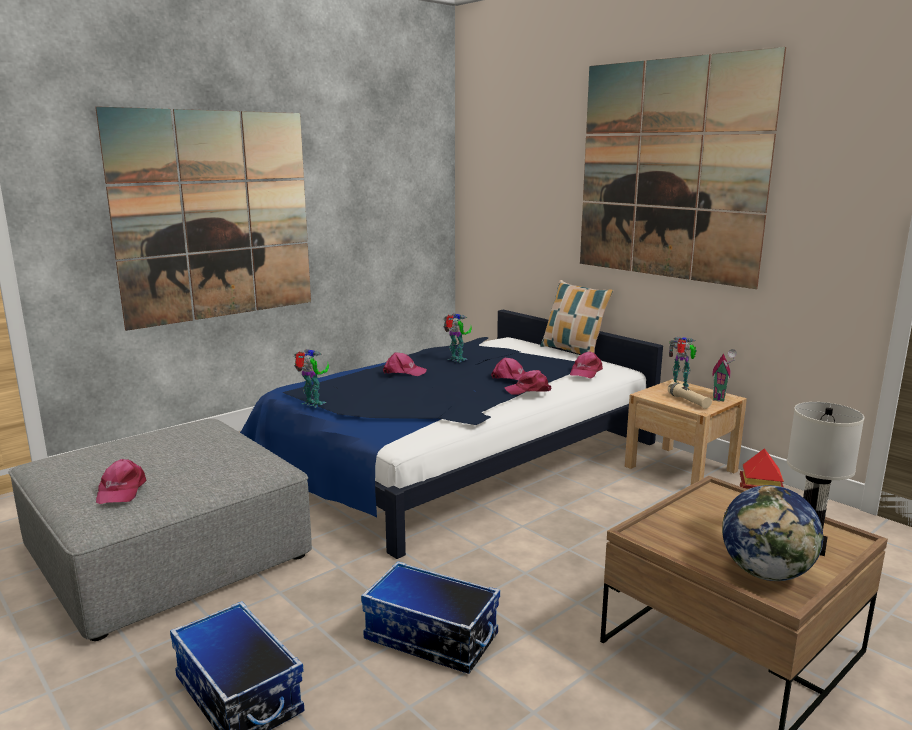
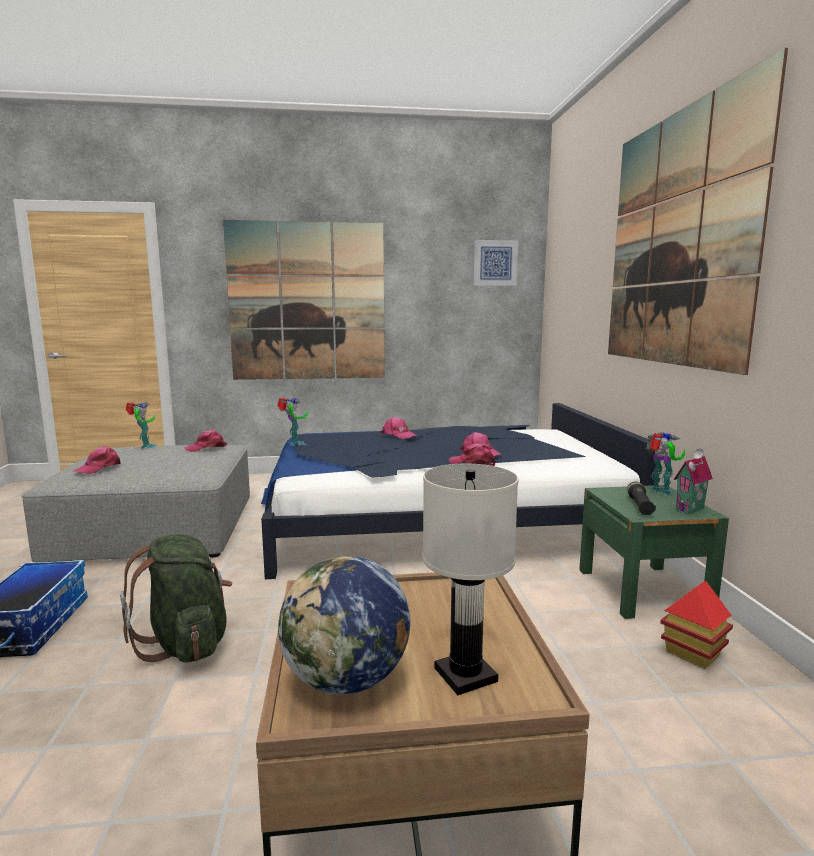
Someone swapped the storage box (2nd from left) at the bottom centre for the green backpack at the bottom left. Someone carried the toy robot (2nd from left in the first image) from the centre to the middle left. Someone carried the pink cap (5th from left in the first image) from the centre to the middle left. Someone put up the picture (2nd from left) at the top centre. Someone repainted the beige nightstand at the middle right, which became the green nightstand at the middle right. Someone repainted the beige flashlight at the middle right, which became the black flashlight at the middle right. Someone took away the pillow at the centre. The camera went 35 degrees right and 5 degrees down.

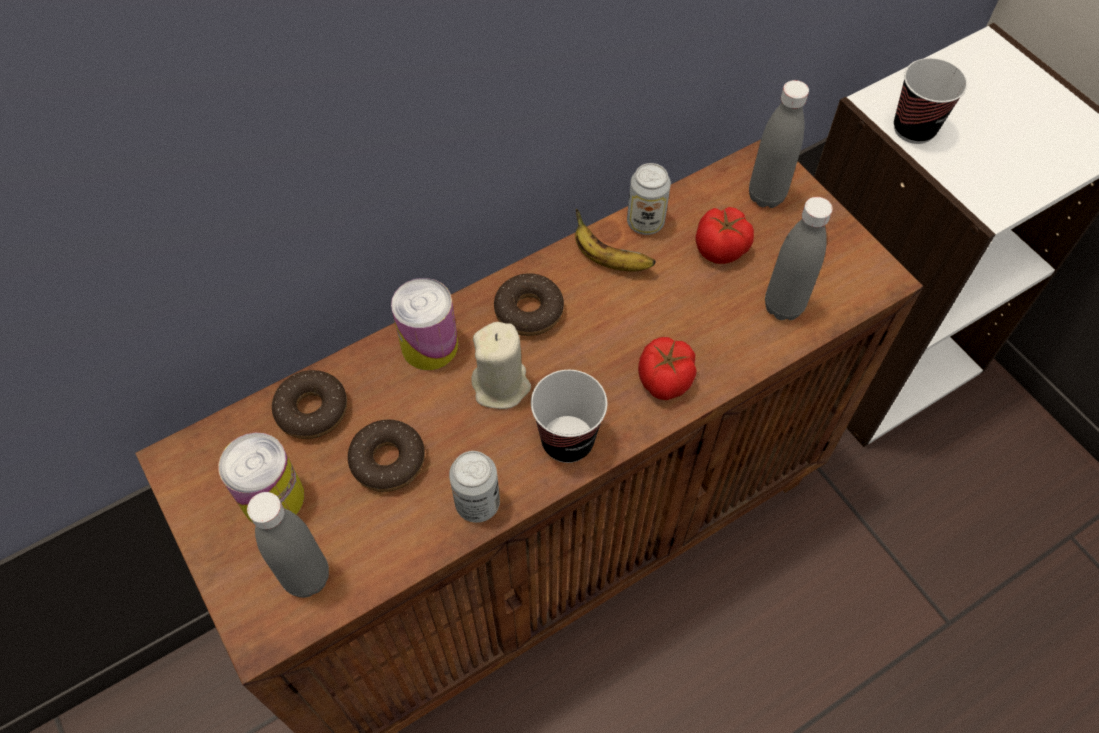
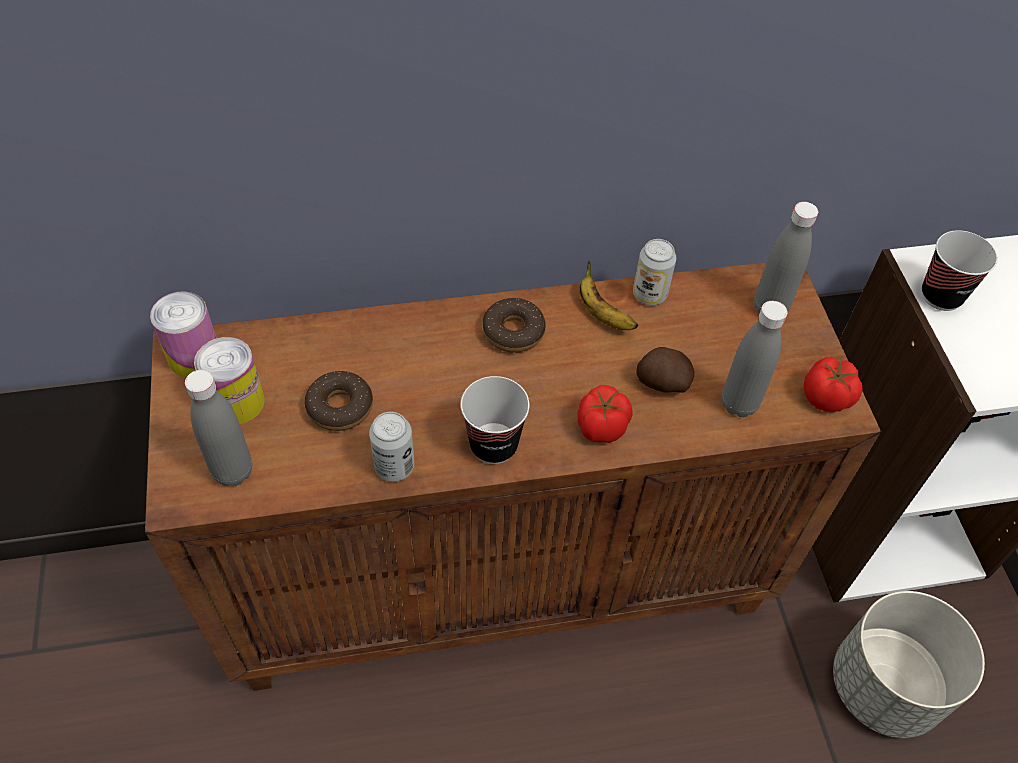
Someone carried the can (2nd from left in the first image) from the centre to the middle left. Someone put down the potato at the centre. Someone carried the tomato (2nd from left) from the top centre to the middle right. Someone put down the grey planter at the bottom right. Someone took away the donut (1st from left) at the middle left. Someone took away the beige candle at the centre. The camera went 20 degrees right and 5 degrees down.

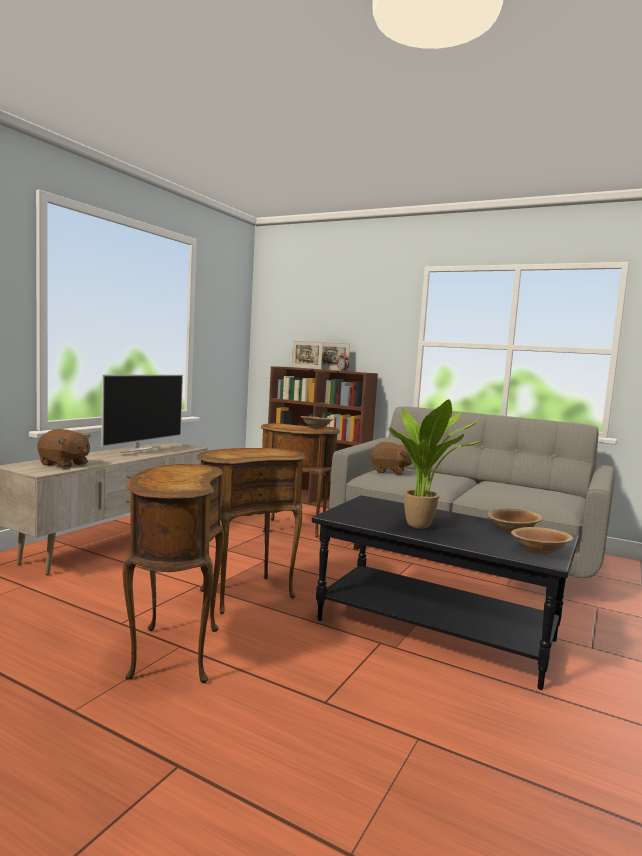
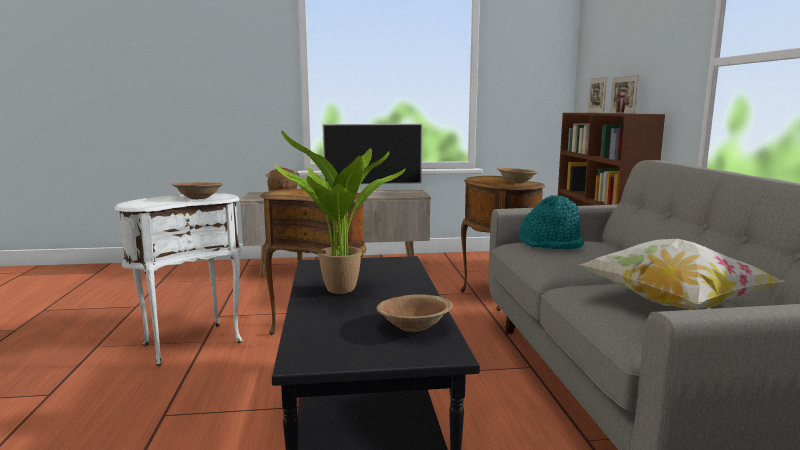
Someone repainted the brown side table (1st from left) at the bottom left, which became the white side table at the middle left. Someone carried the brown bowl (3rd from left in the first image) from the middle right to the middle left. Someone swapped the brown plush toy (2nd from left) at the centre for the turquoise hat at the middle right. Someone put down the pillow at the middle right. The camera went 55 degrees right and 5 degrees up.

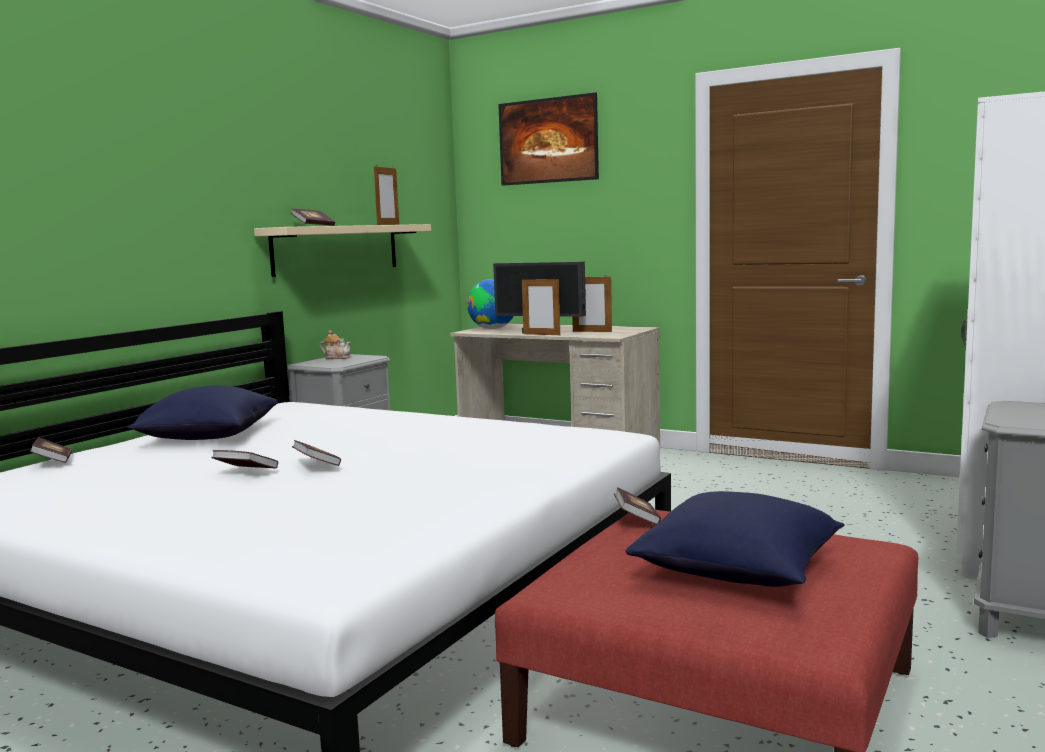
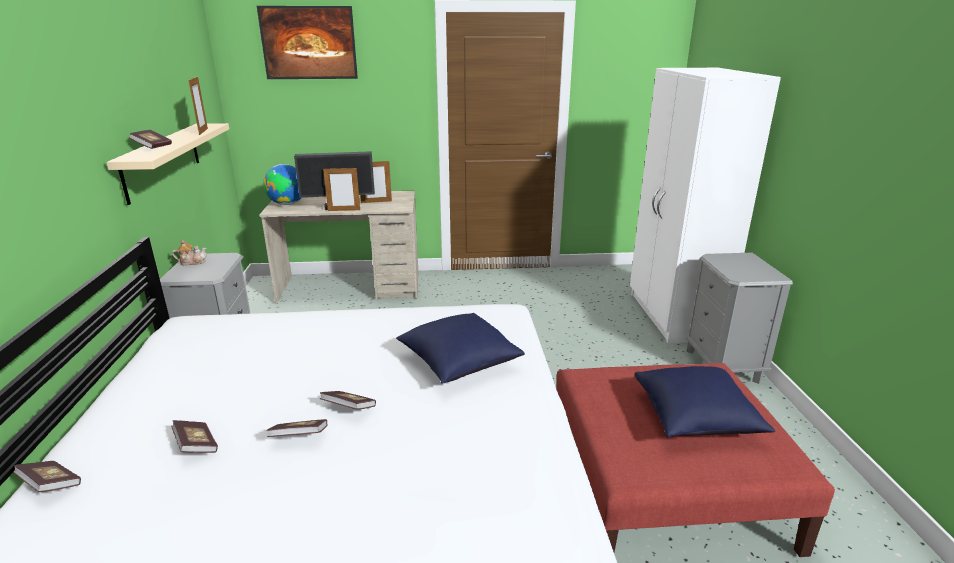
Someone carried the book (5th from left in the first image) from the bottom centre to the bottom left. Someone carried the blue pillow (1st from left) from the middle left to the centre. The camera went 35 degrees left and 15 degrees up.

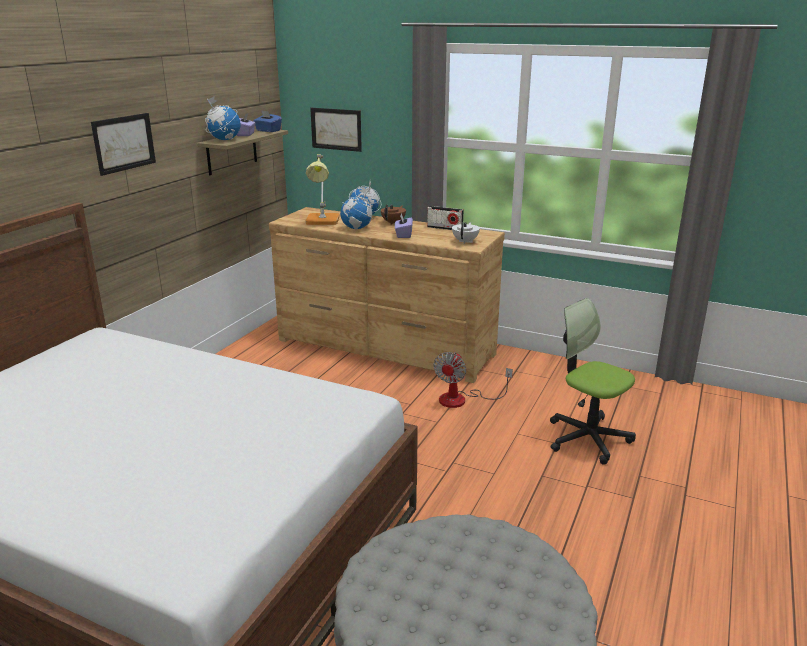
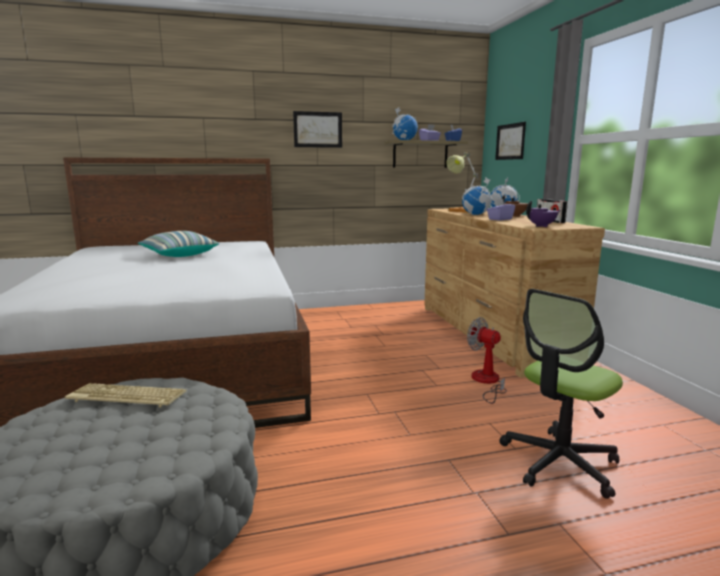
Someone put down the keyboard at the bottom left. Someone put down the pillow at the middle left. Someone rotated the fan at the centre by 60 degrees clockwise. Someone rotated the office chair at the middle right by 135 degrees counterclockwise. Someone repainted the white teapot at the centre, which became the purple teapot at the middle right. The camera went 50 degrees right and 10 degrees down.

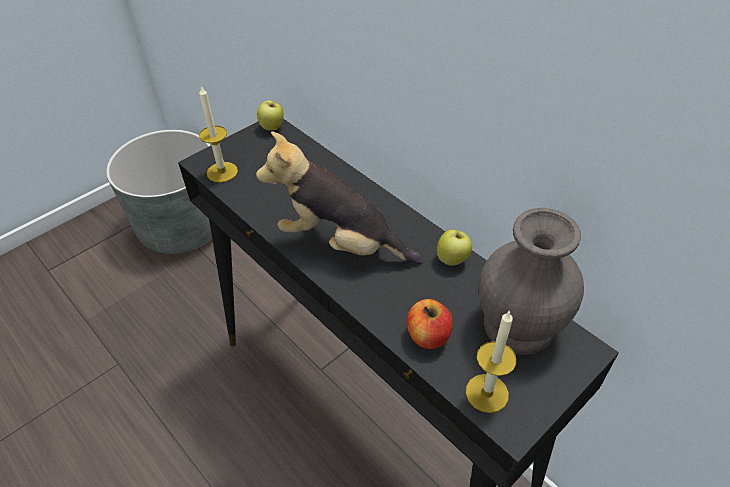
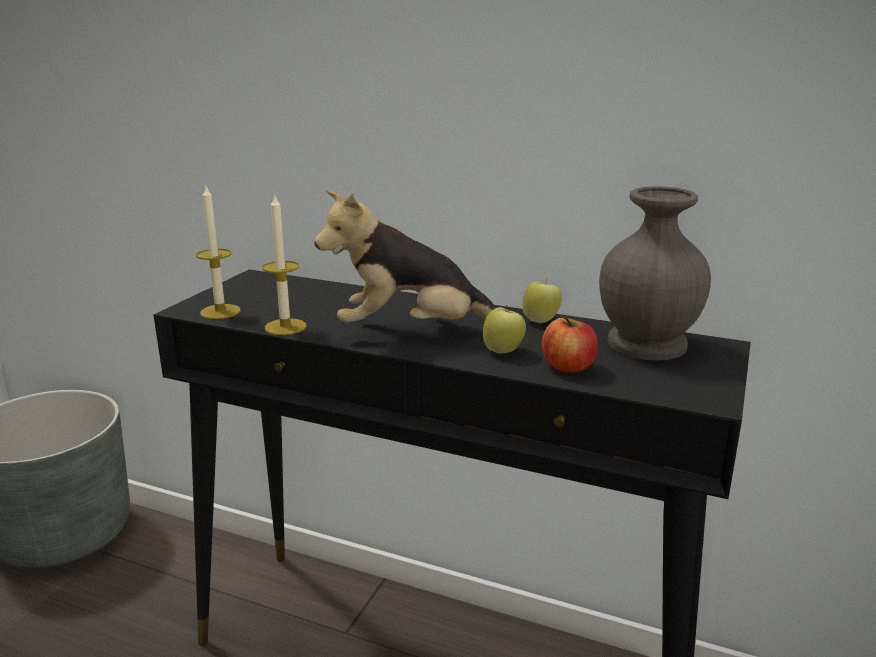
Someone carried the candle (2nd from left) from the bottom right to the middle left. Someone carried the apple (1st from left) from the top centre to the centre. The camera went 25 degrees left and 25 degrees down.

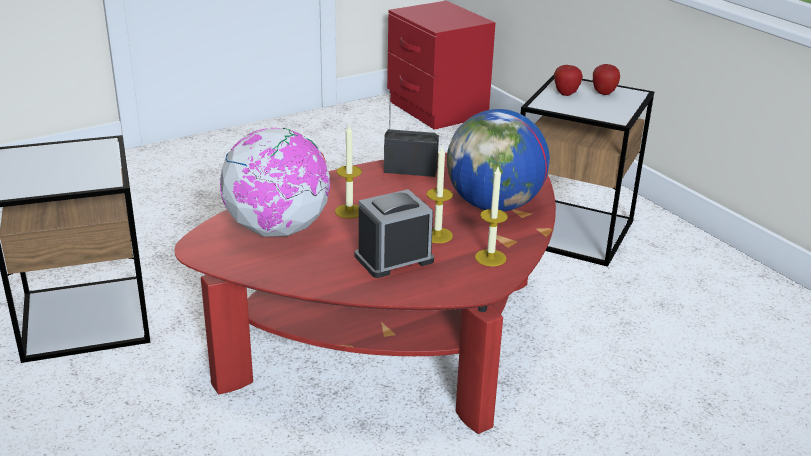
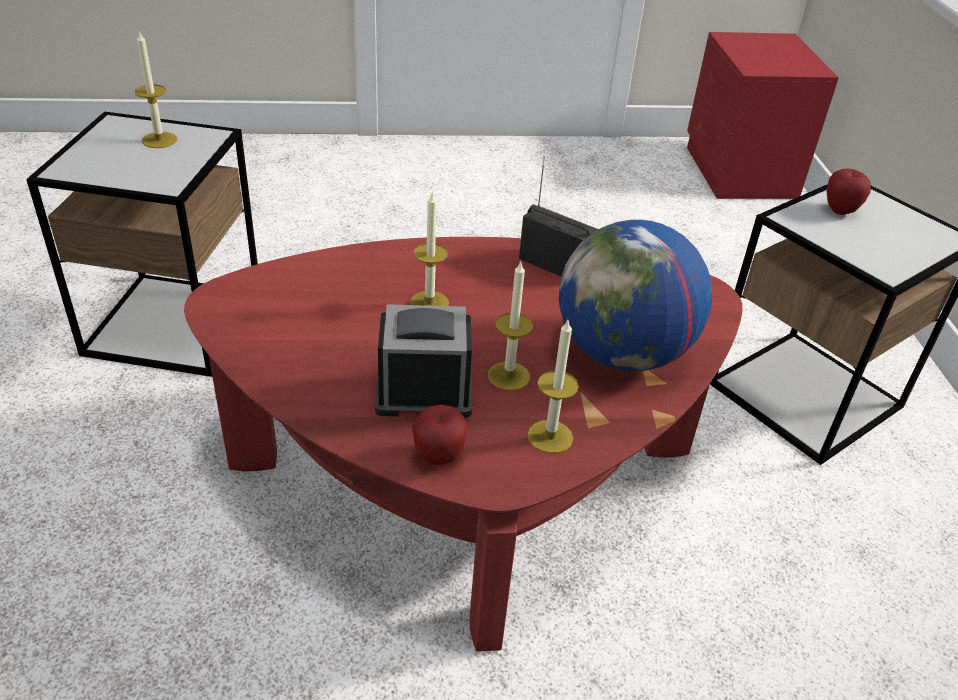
Someone put down the candle (1st from left) at the top left. Someone carried the apple (2nd from left in the first image) from the top right to the centre. Someone took away the globe (1st from left) at the centre. The camera went 25 degrees right and 10 degrees up.

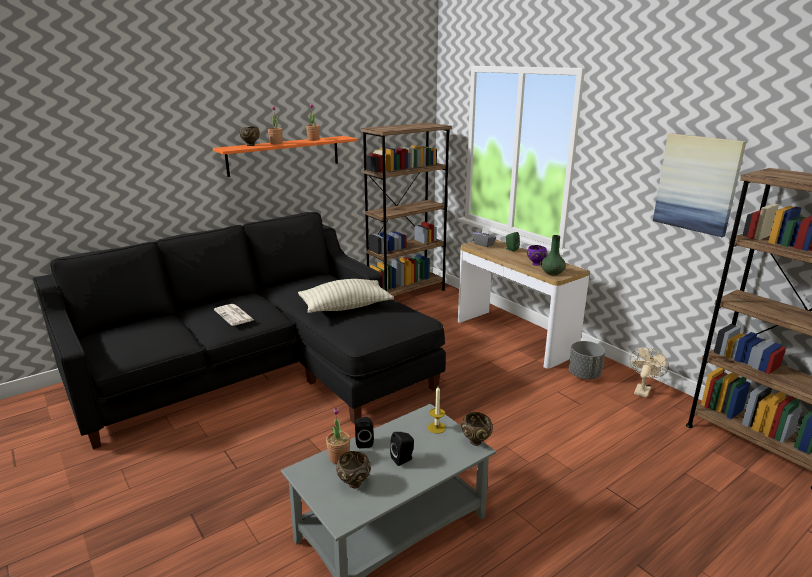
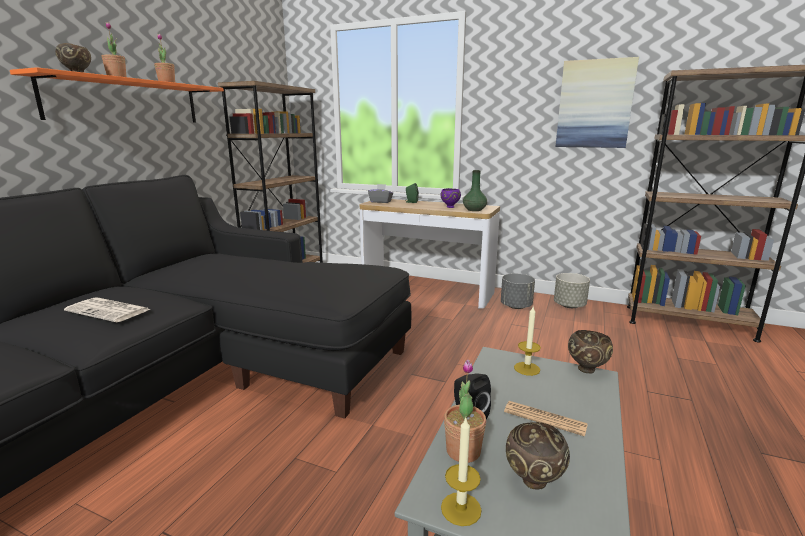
Someone put down the candle (1st from left) at the bottom centre. Someone swapped the black speaker (2nd from left) at the bottom centre for the newspaper (2nd from left) at the bottom right. Someone swapped the beige fan at the middle right for the grey planter (2nd from left) at the middle right. Someone took away the pillow at the centre. The camera went 30 degrees left and 5 degrees down.

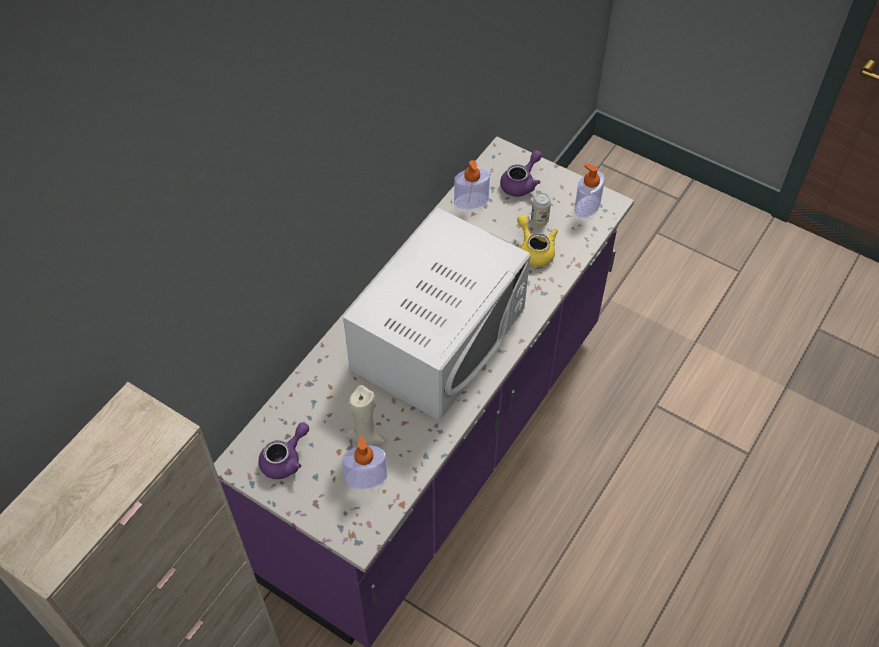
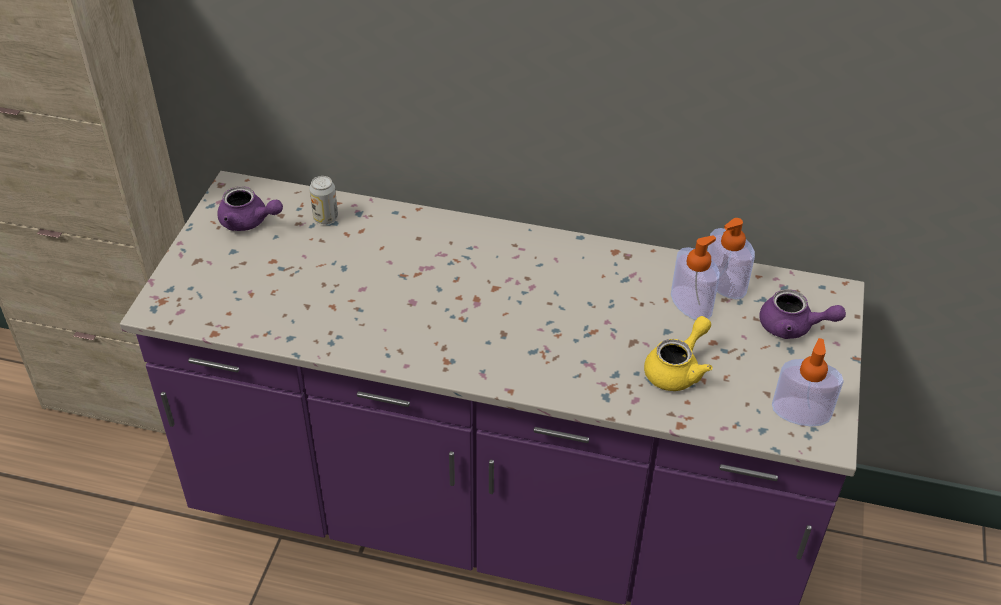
Someone carried the can from the top centre to the top left. Someone carried the soap dispenser (1st from left) from the bottom centre to the middle right. Someone took away the white microwave at the centre. Someone took away the beige candle at the centre. The camera went 70 degrees right and 10 degrees down.

